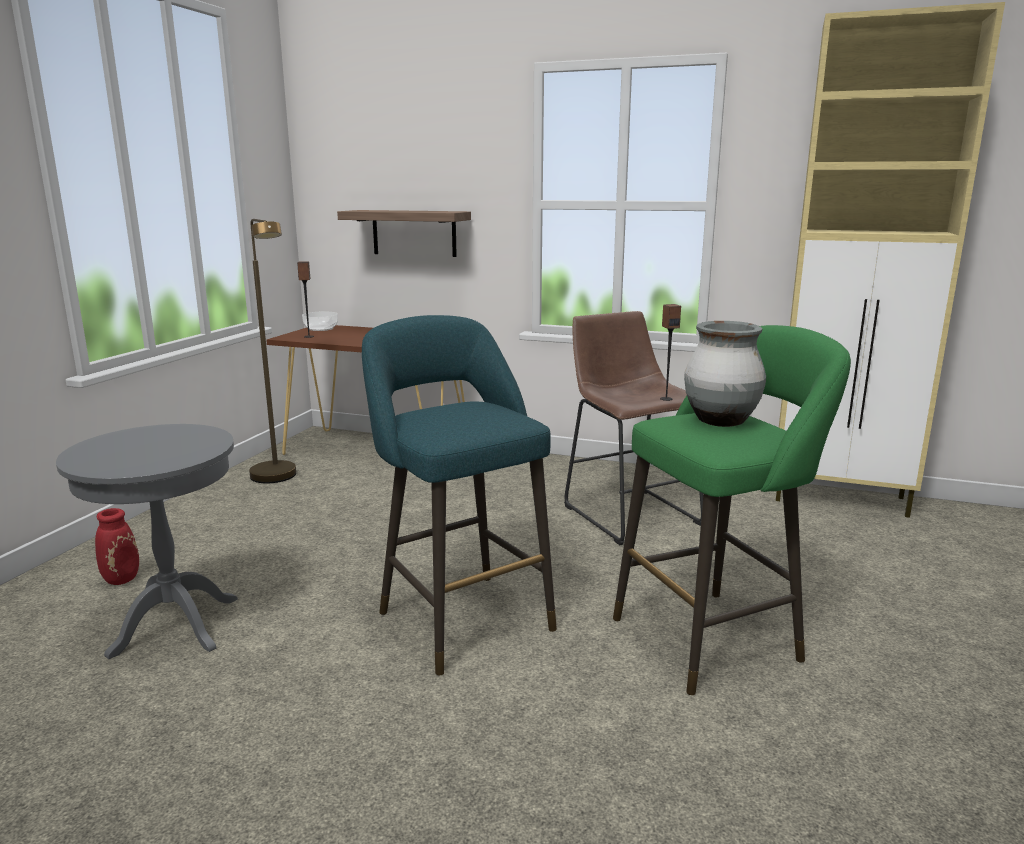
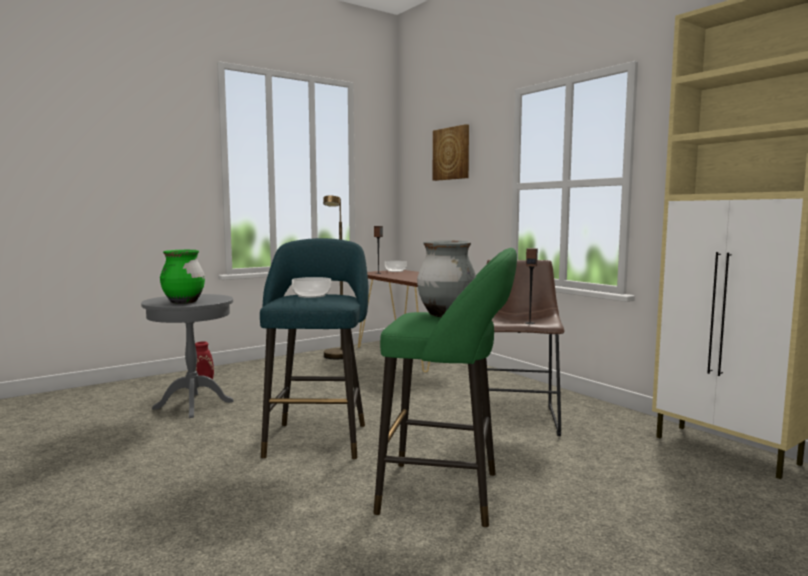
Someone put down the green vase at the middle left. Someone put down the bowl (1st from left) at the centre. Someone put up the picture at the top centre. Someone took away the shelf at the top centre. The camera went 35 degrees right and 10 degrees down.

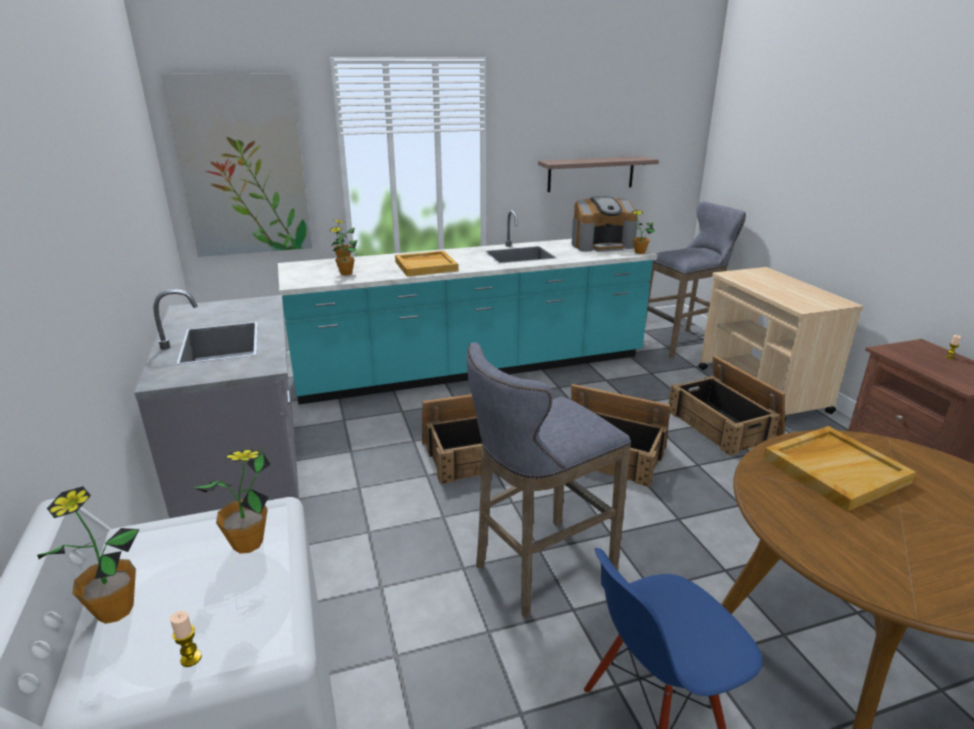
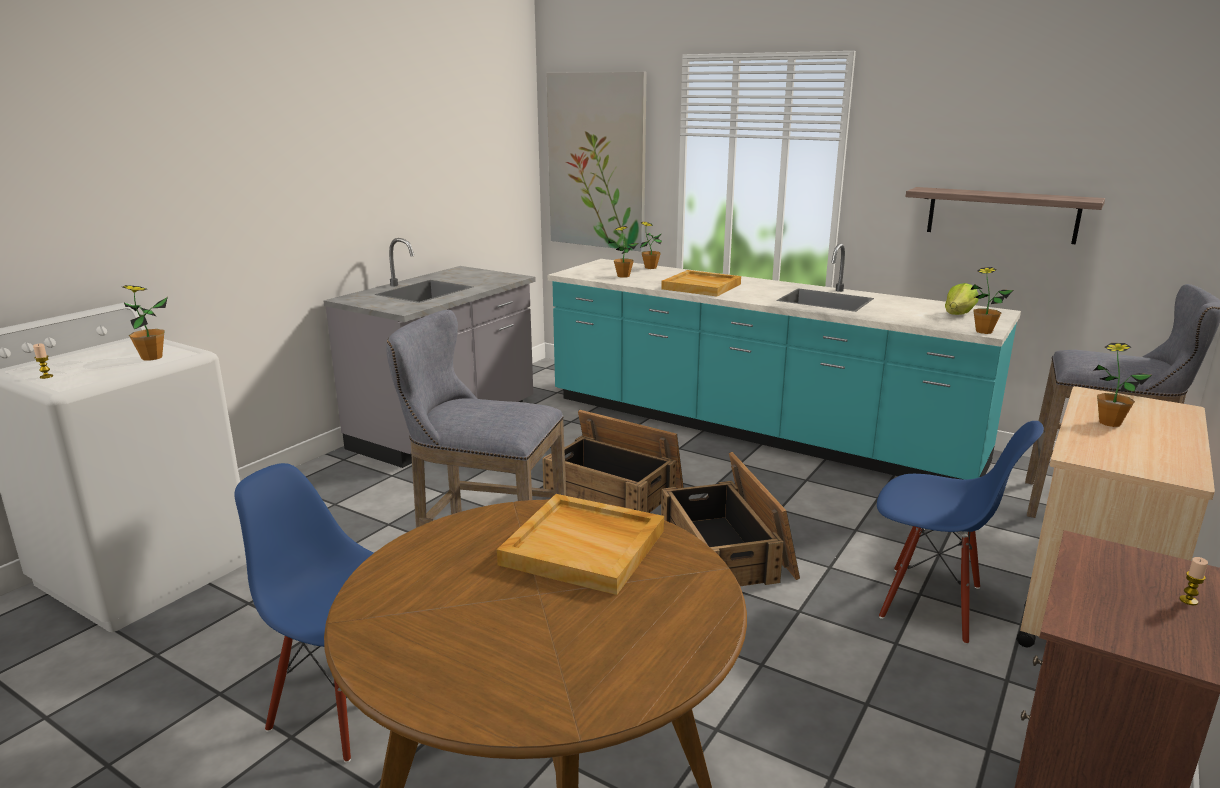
Someone swapped the crate (3rd from left) at the middle right for the blue chair (2nd from left) at the bottom right. Someone swapped the coffee machine at the top centre for the lettuce at the middle right. Someone carried the potted plant (1st from left in the first image) from the bottom left to the middle right. The camera went 50 degrees right and 5 degrees down.

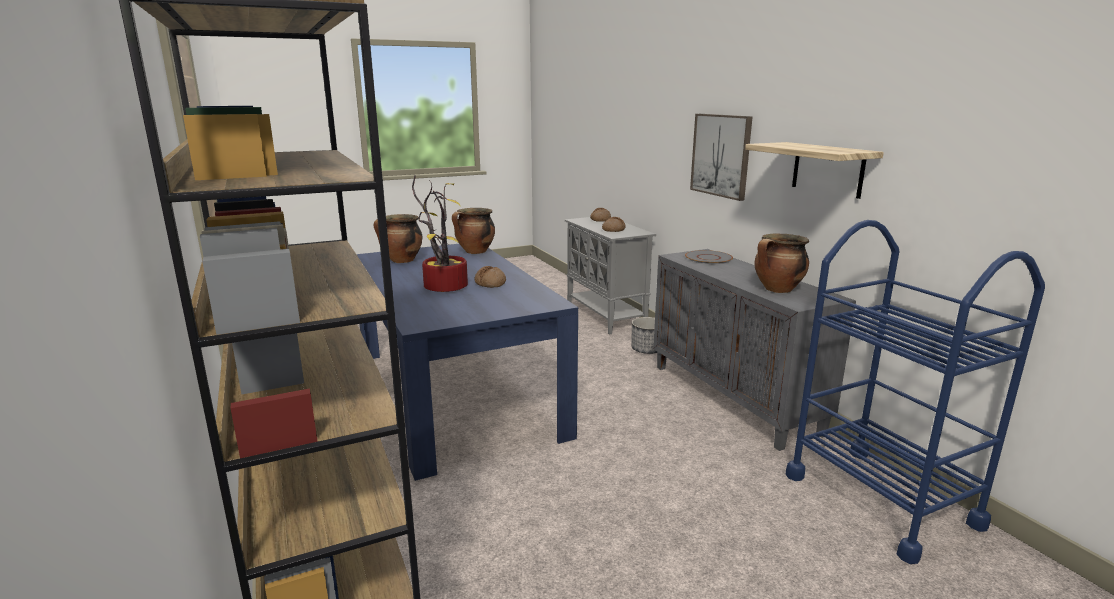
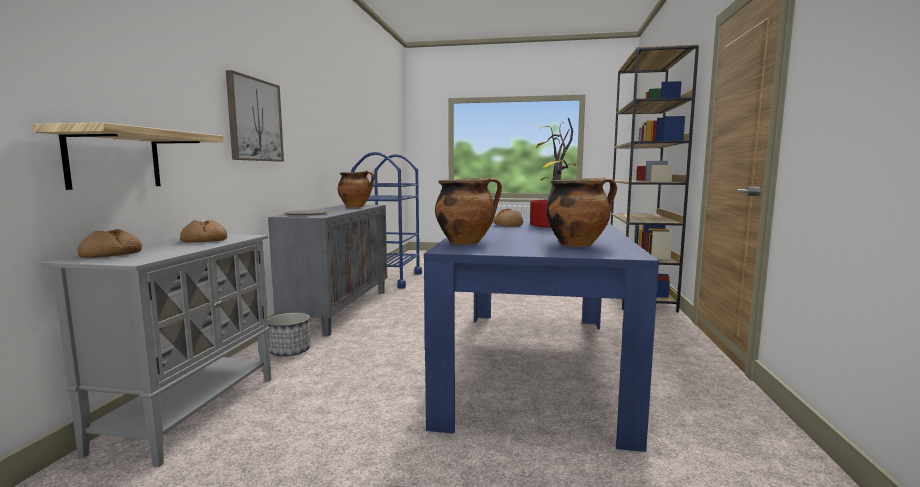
Someone carried the shelf from the top right to the top left. The camera went 145 degrees left and 10 degrees down.

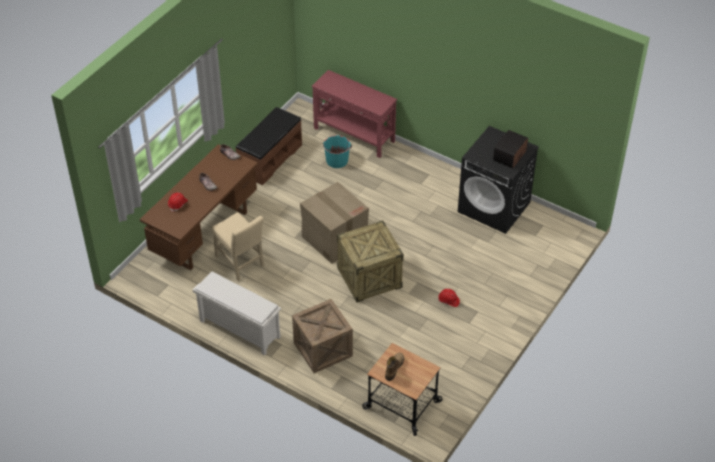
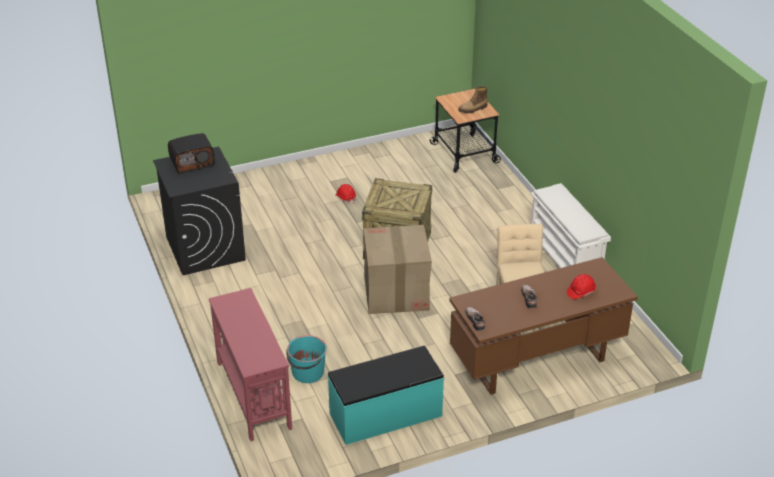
Someone repainted the brown bench at the top centre, which became the turquoise bench at the bottom centre. Someone took away the crate (1st from left) at the bottom centre. The camera went 145 degrees left and 10 degrees down.

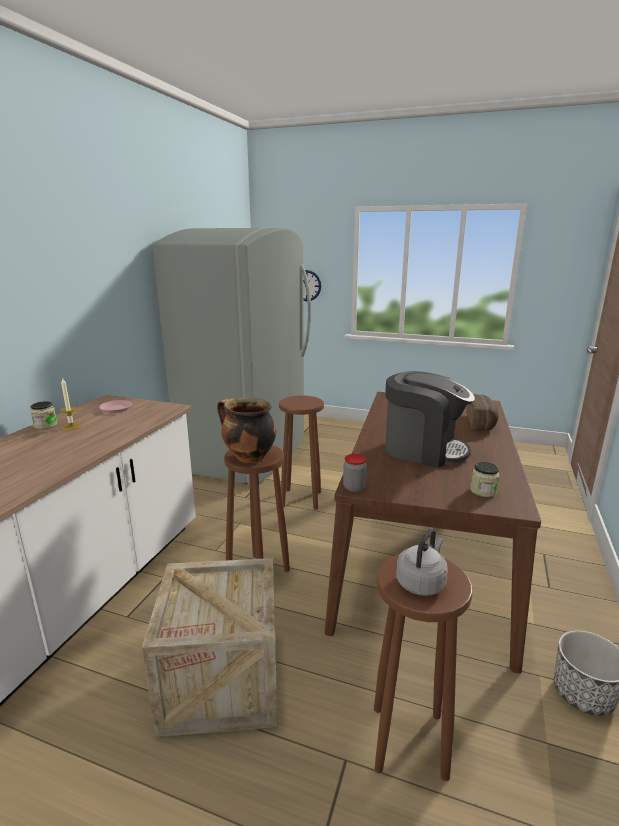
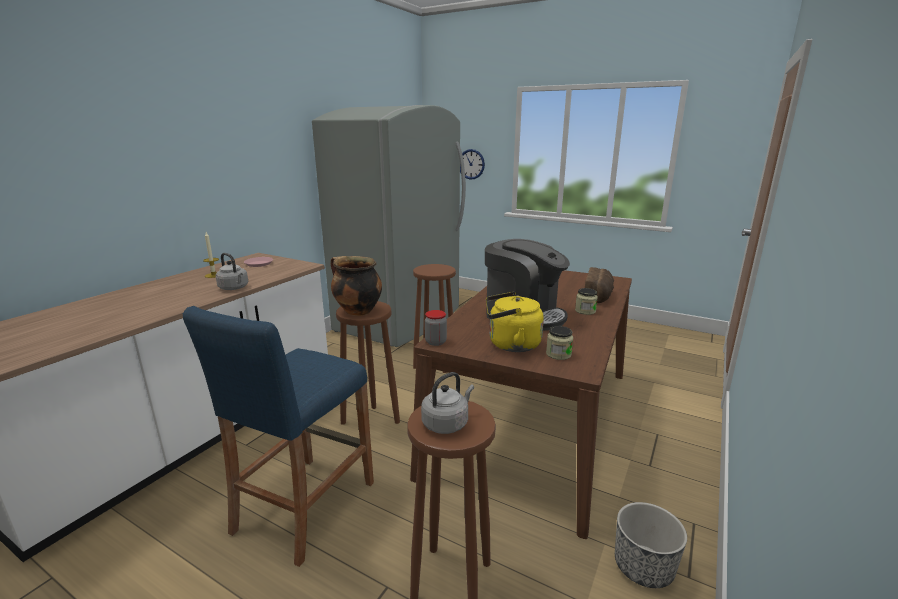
Someone swapped the crate at the bottom centre for the blue stool at the bottom left. Someone put down the grey kettle (1st from left) at the middle left. Someone put down the yellow kettle at the centre. Someone carried the jar (1st from left in the first image) from the middle left to the centre. The camera went 10 degrees right and 0 degrees up.

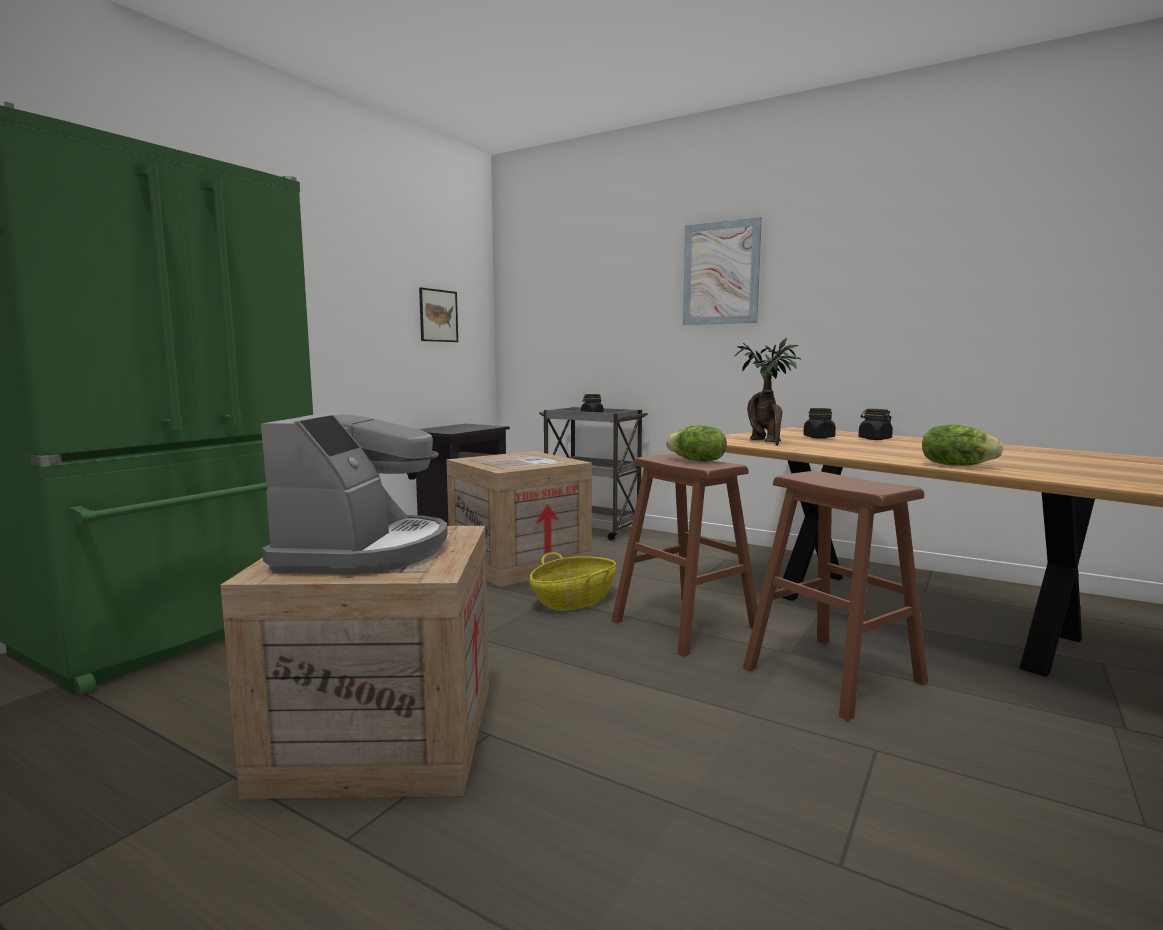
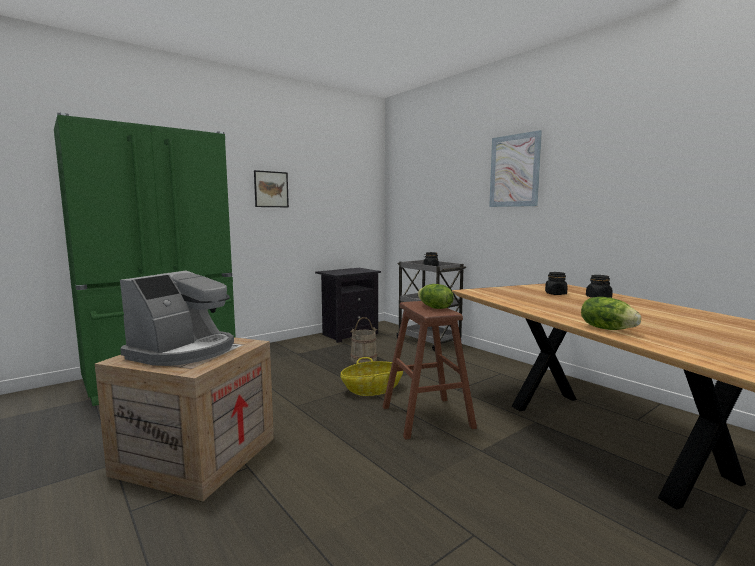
Someone carried the picture (1st from left) from the centre to the top centre. Someone swapped the crate (2nd from left) at the centre for the beige bucket at the centre. Someone took away the potted plant at the centre. Someone took away the brown stool (2nd from left) at the middle right. The camera went 20 degrees right and 0 degrees up.

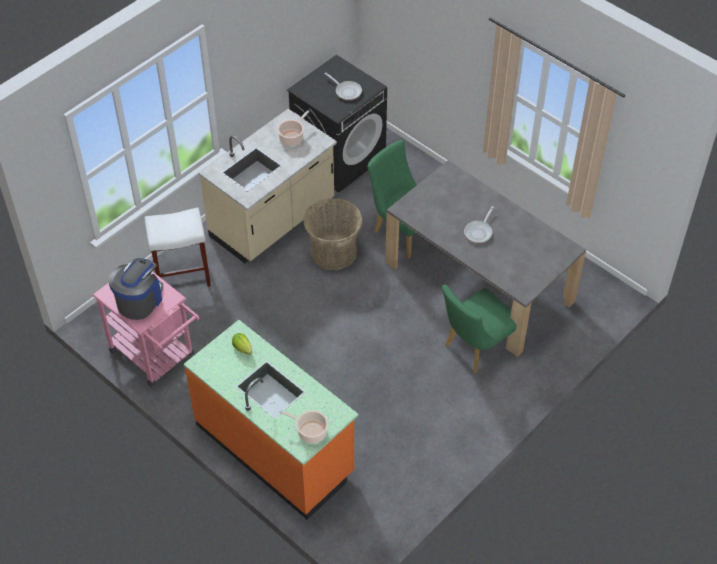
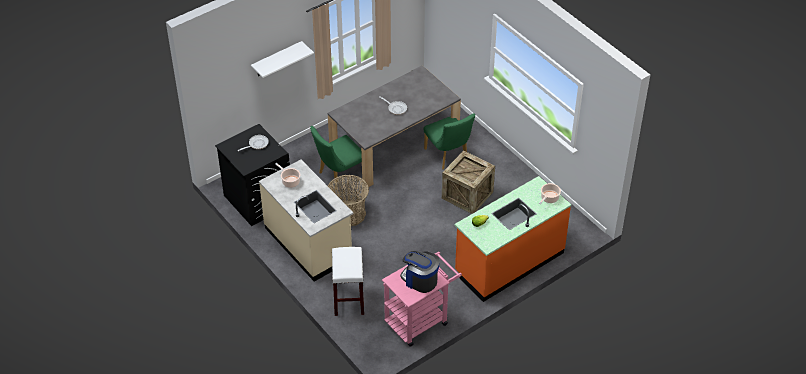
Someone put up the white shelf at the top centre. Someone put down the crate at the centre. The camera went 80 degrees left and 5 degrees down.

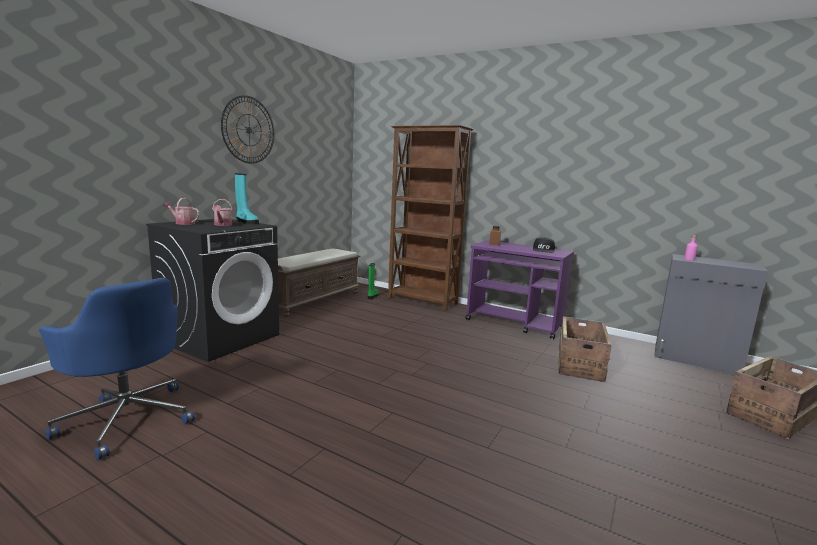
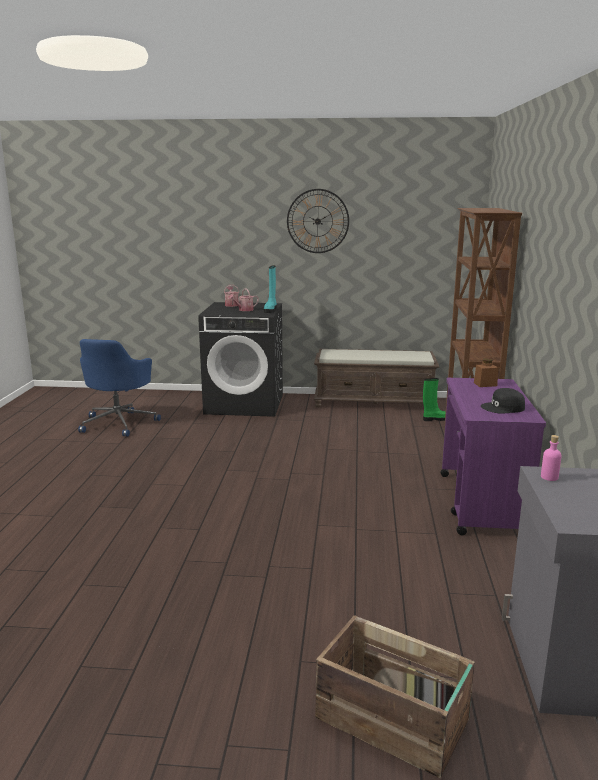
Someone took away the crate (1st from left) at the middle right. The camera went 65 degrees right and 5 degrees up.

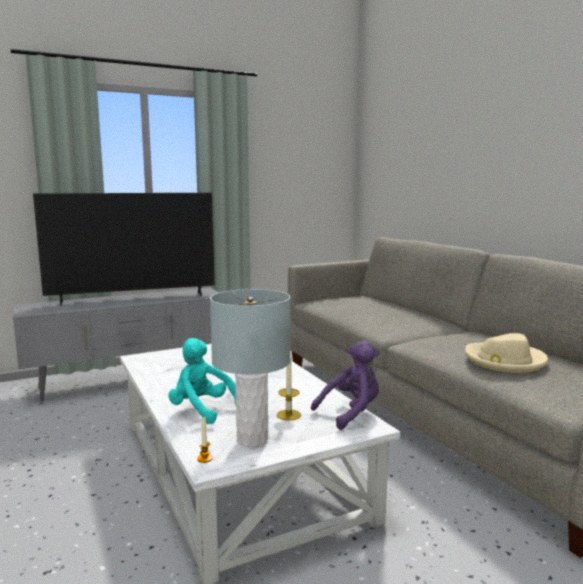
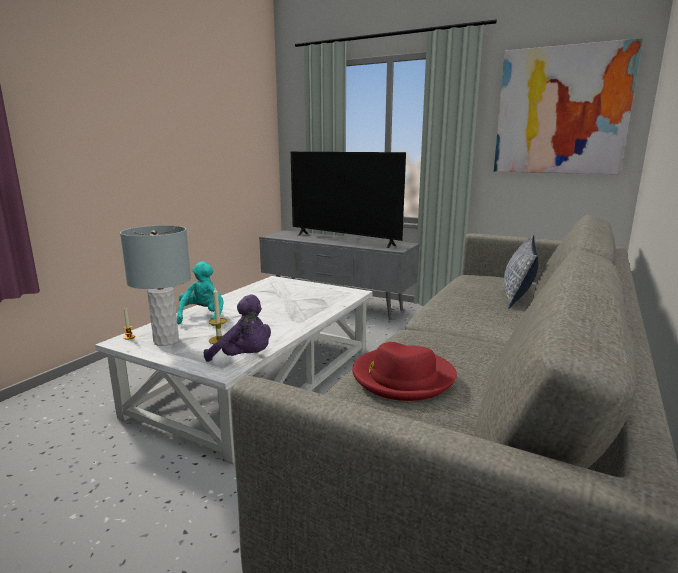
Someone repainted the beige hat at the middle right, which became the red hat at the centre. Someone put up the picture at the top right. Someone put down the pillow at the middle right. The camera went 55 degrees right and 5 degrees up.

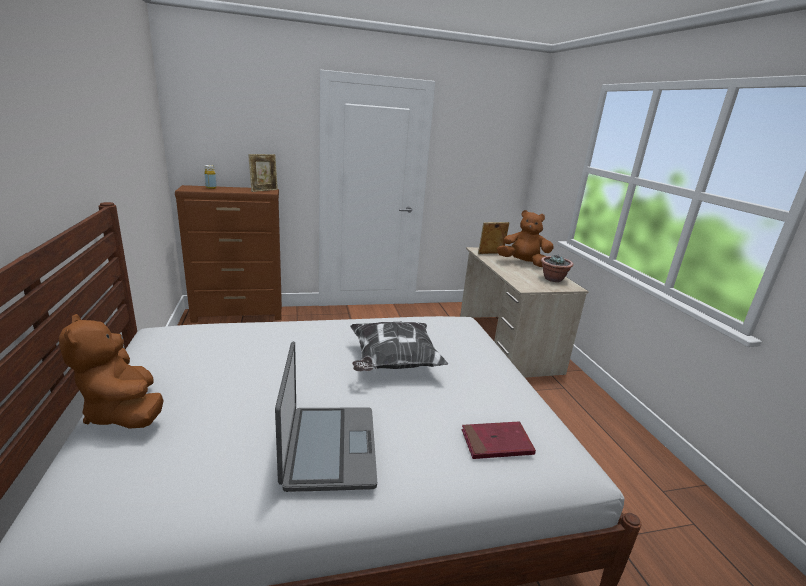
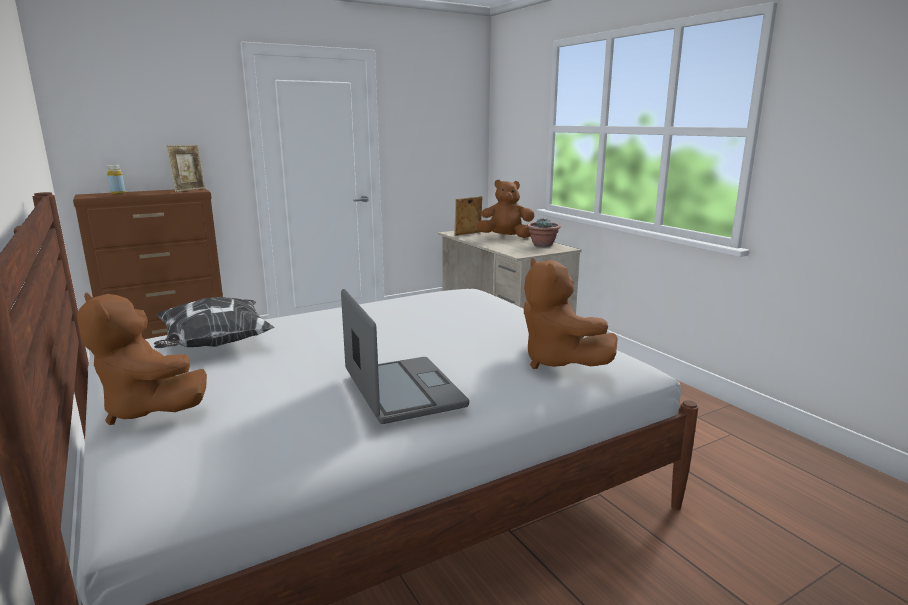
Someone carried the pillow from the centre to the middle left. Someone swapped the red book at the bottom centre for the brown plush toy (3rd from left) at the centre. The camera went 15 degrees left and 5 degrees down.

